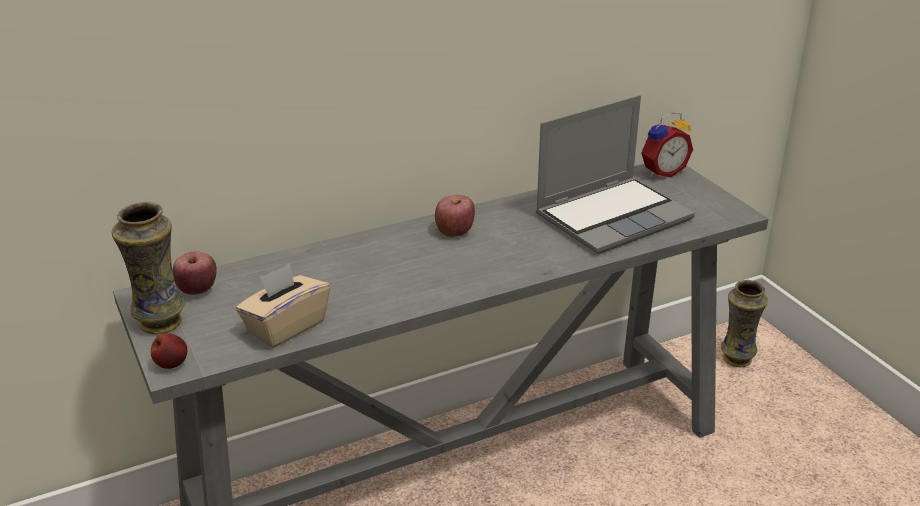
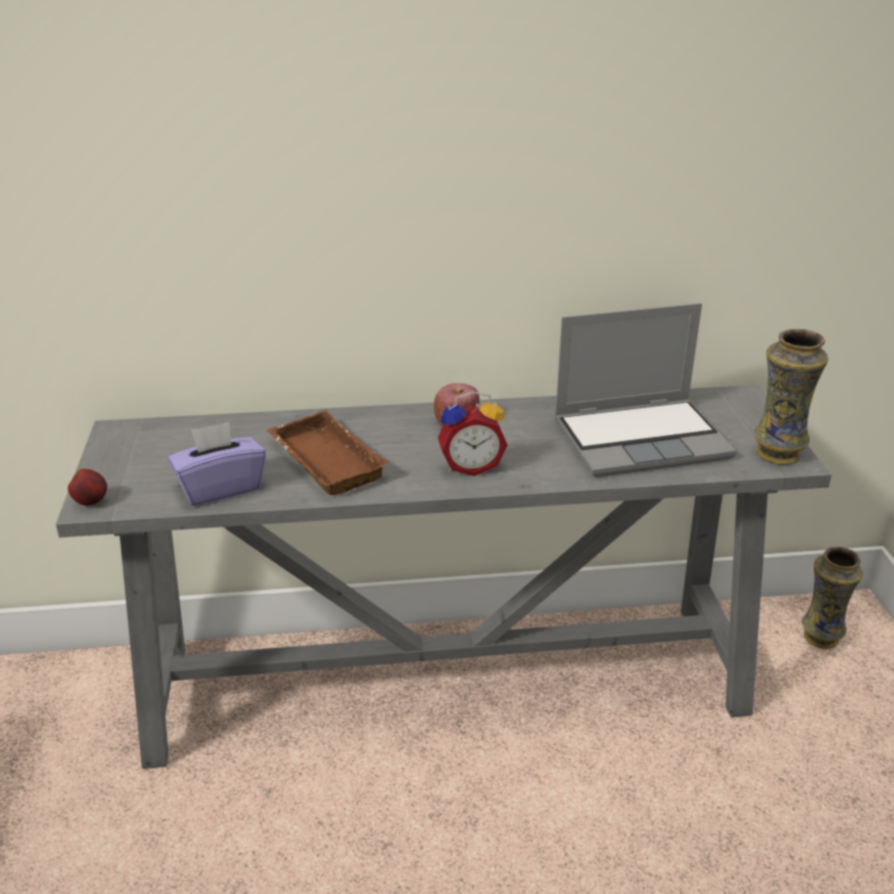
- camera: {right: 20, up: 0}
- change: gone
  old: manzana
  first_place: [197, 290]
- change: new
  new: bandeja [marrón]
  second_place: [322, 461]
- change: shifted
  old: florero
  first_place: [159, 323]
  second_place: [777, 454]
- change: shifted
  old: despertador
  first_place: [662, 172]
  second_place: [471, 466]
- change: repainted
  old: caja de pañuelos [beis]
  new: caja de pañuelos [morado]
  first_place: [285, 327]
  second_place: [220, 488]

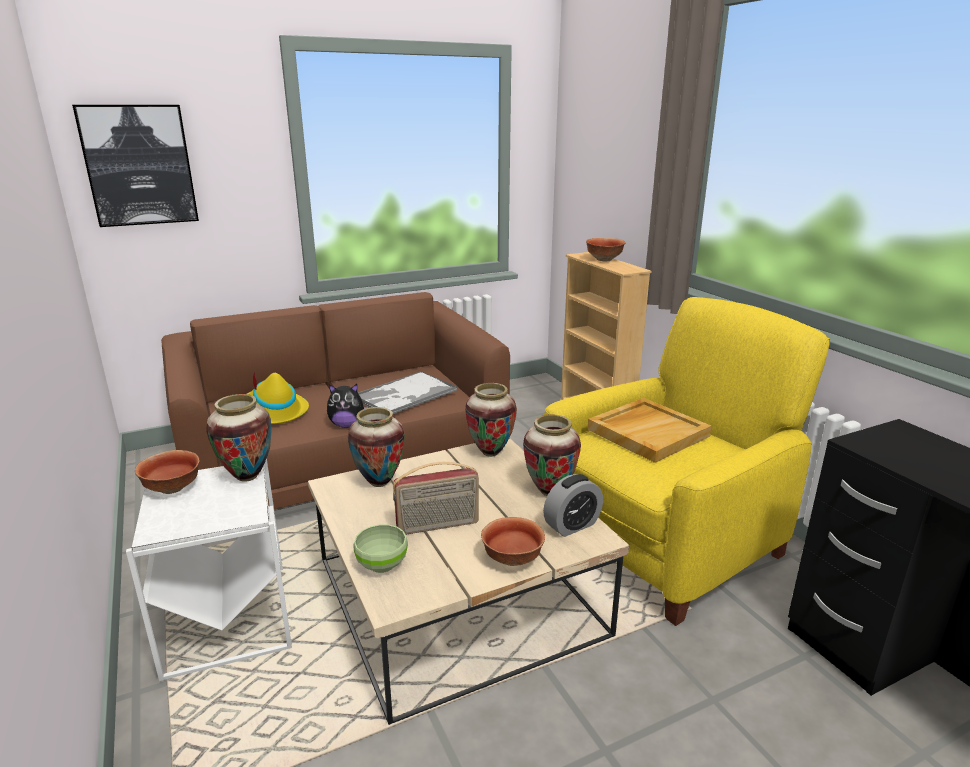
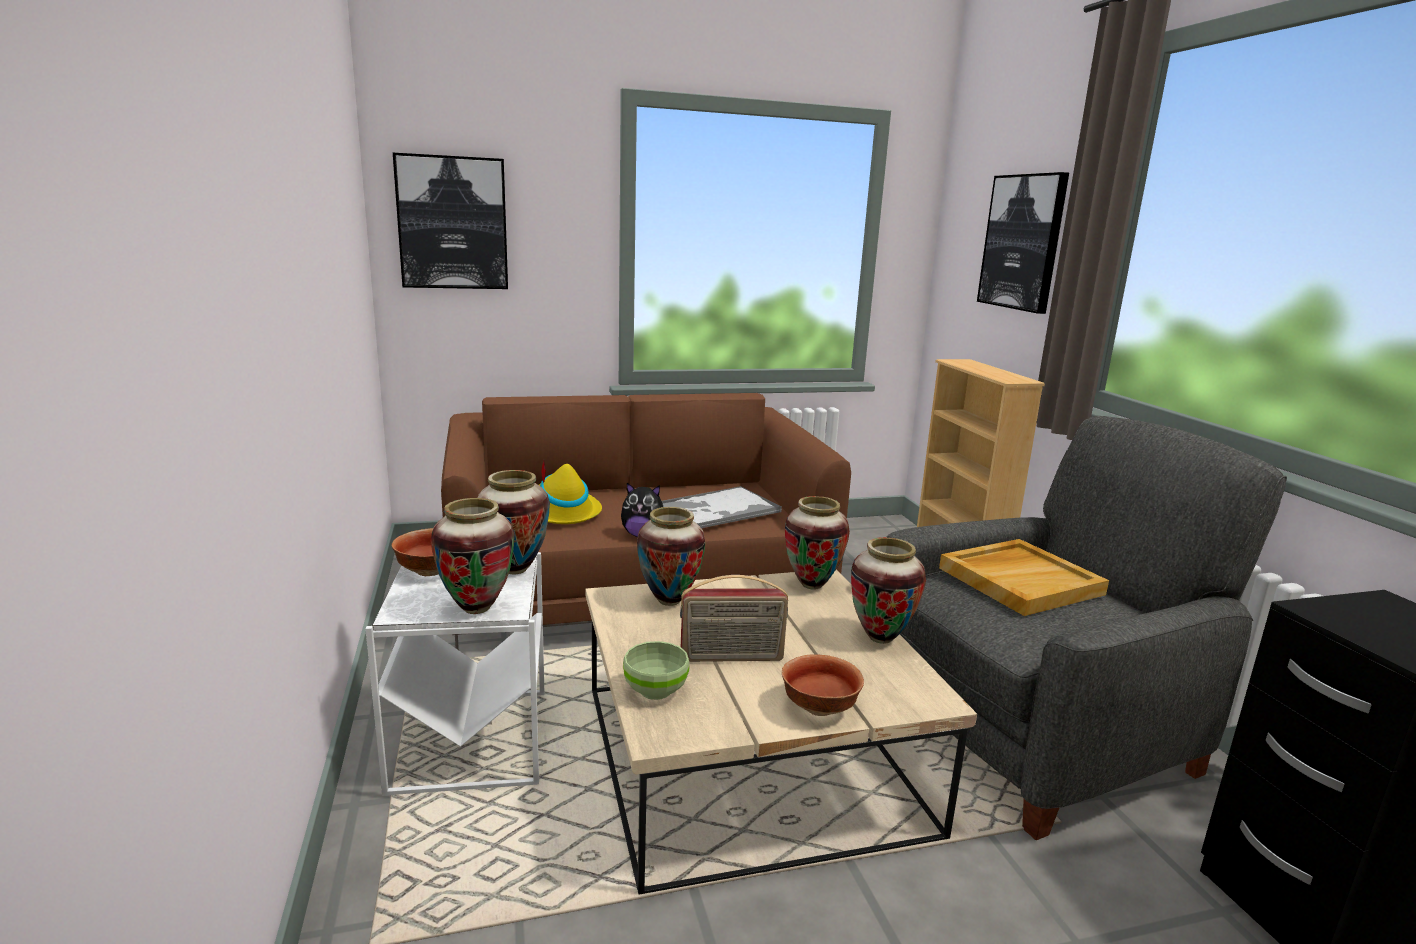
- camera: {right: 10, up: -5}
- change: gone
  old: despertador
  first_place: [572, 525]
- change: gone
  old: cuenco
  first_place: [605, 260]
- change: new
  new: florero
  second_place: [476, 608]
- change: new
  new: cuadro
  second_place: [1023, 242]
- change: repainted
  old: sillón [amarillo]
  new: sillón [gris]
  first_place: [664, 541]
  second_place: [1033, 732]

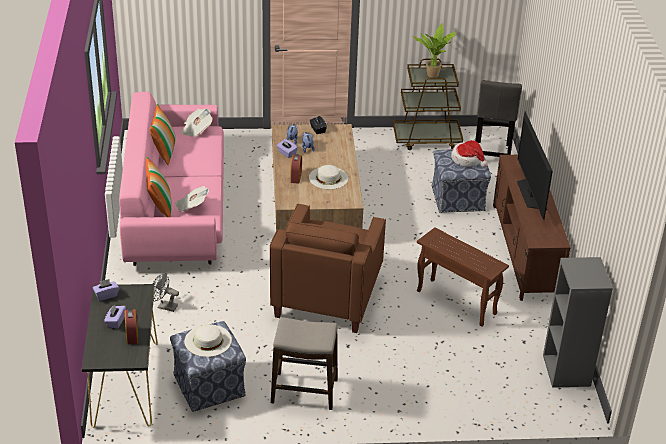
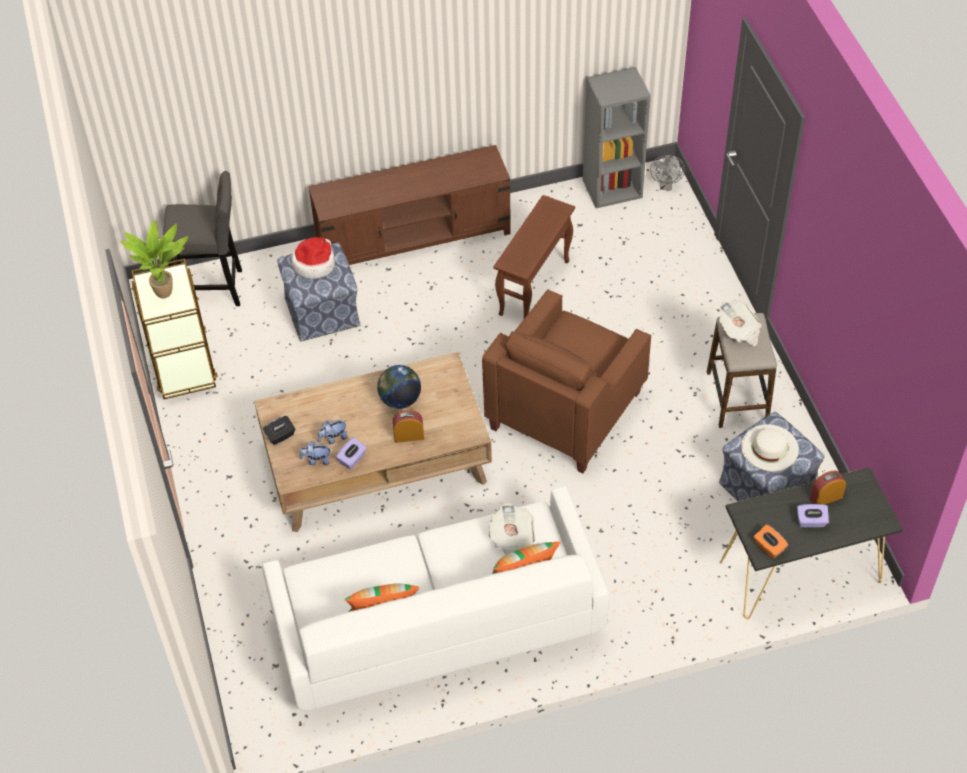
- camera: {right: -100, up: 15}
- change: gone
  old: televisor
  first_place: [531, 194]
- change: shifted
  old: ventilador [gris]
  first_place: [164, 306]
  second_place: [666, 186]
- change: shifted
  old: periódico
  first_place: [196, 130]
  second_place: [739, 331]
- change: swapped
  old: sombrero [blanco]
  new: globo terráqueo
  first_place: [328, 178]
  second_place: [400, 400]
- change: repainted
  old: caja de pañuelos [morado]
  new: caja de pañuelos [naranja]
  first_place: [106, 295]
  second_place: [769, 547]
- change: repainted
  old: sofá [rosa]
  new: sofá [blanco]
  first_place: [176, 209]
  second_place: [436, 623]
- change: rotated
  old: sillón [marrón]
  first_place: [326, 295]
  second_place: [565, 410]
  degrees: 120

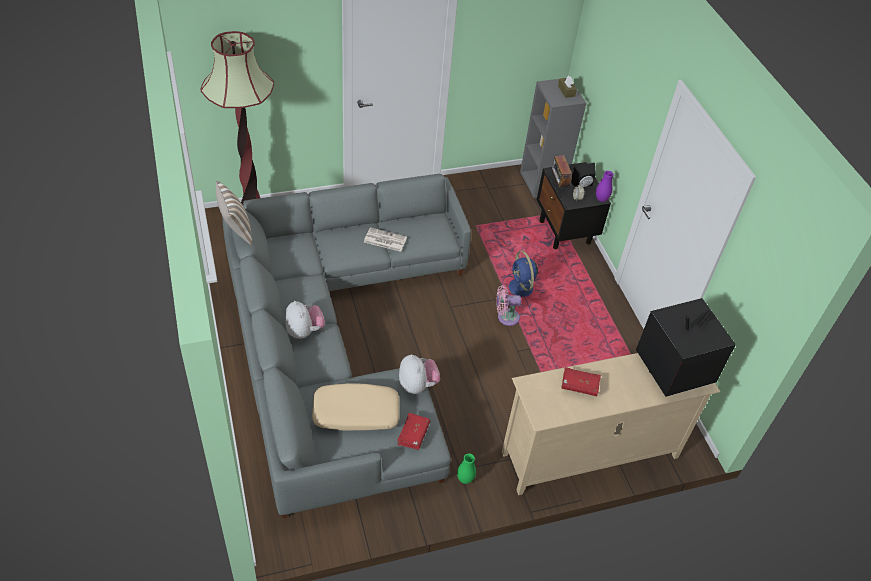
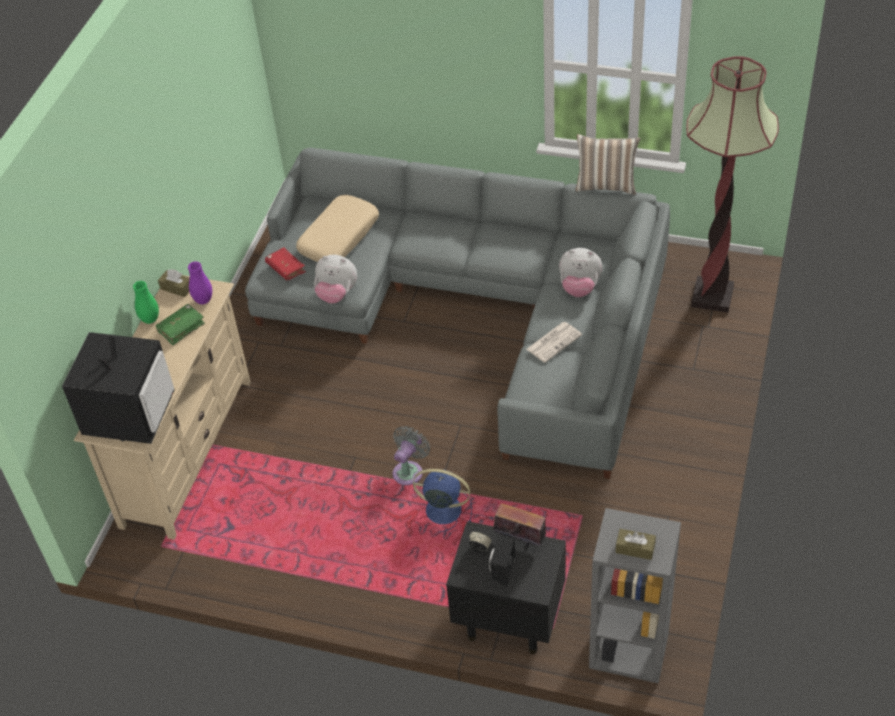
- camera: {right: 130, up: 0}
- change: new
  new: caja de pañuelos [marrón]
  second_place: [176, 288]
- change: shifted
  old: peluche
  first_place: [304, 331]
  second_place: [579, 288]
- change: shifted
  old: florero [verde]
  first_place: [465, 479]
  second_place: [150, 320]
- change: shifted
  old: florero [morado]
  first_place: [601, 199]
  second_place: [203, 300]
- change: repainted
  old: ventilador [rosa]
  new: ventilador [gris]
  first_place: [506, 317]
  second_place: [409, 471]
- change: repainted
  old: libro [rojo]
  new: libro [verde]
  first_place: [579, 385]
  second_place: [181, 328]

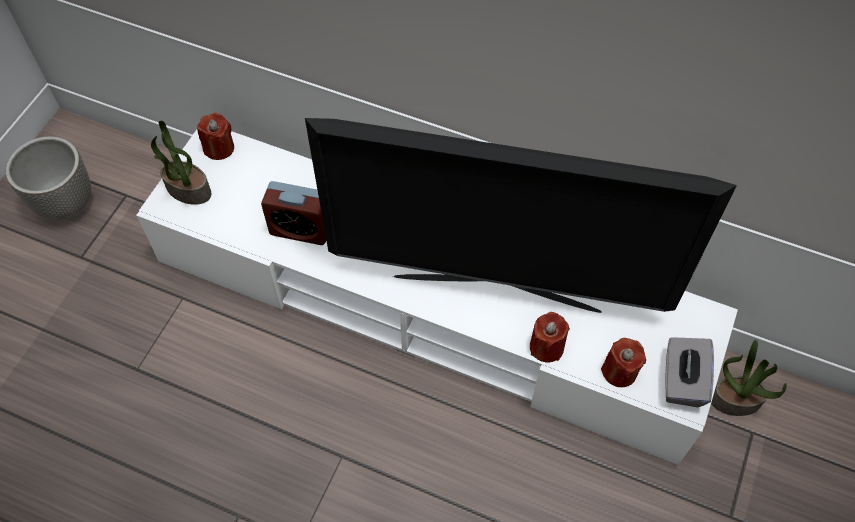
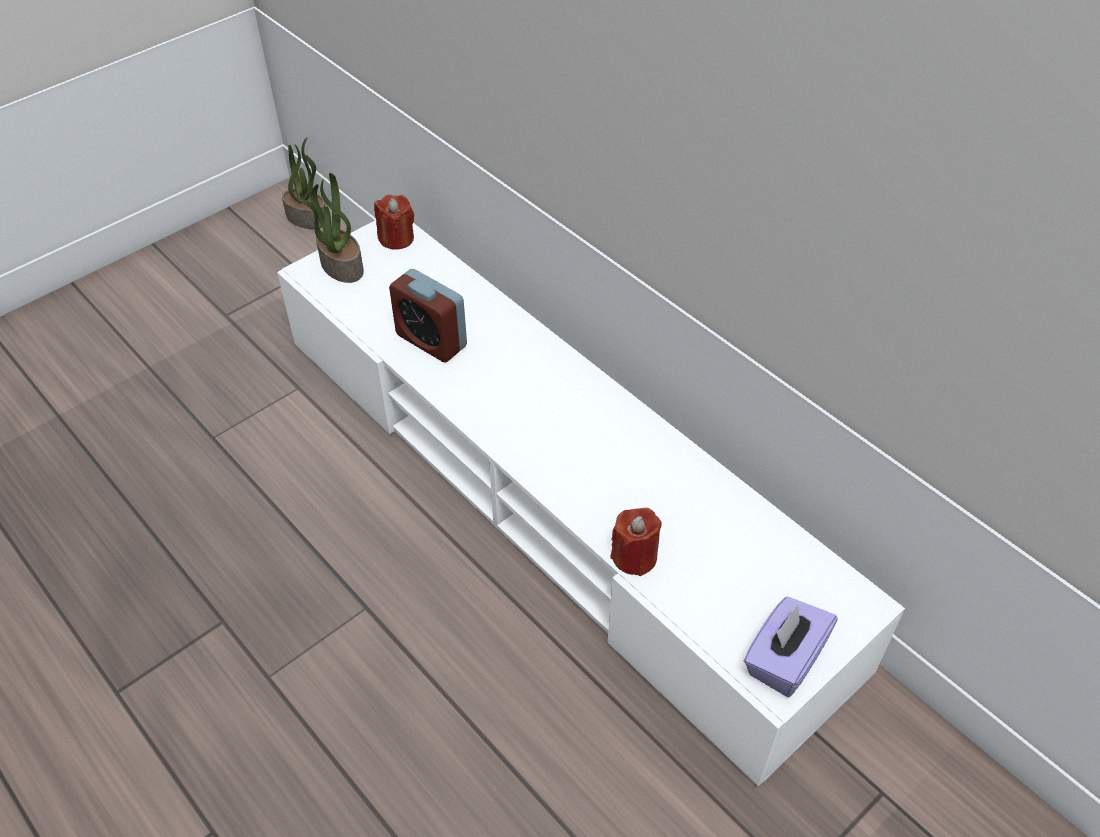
- camera: {right: 25, up: -10}
- change: gone
  old: maceta
  first_place: [66, 203]
- change: gone
  old: televisor
  first_place: [497, 291]
- change: gone
  old: vela [rojo]
  first_place: [619, 371]
- change: shifted
  old: planta en maceta
  first_place: [735, 400]
  second_place: [308, 218]
- change: repainted
  old: caja de pañuelos [gris]
  new: caja de pañuelos [morado]
  first_place: [682, 381]
  second_place: [783, 659]

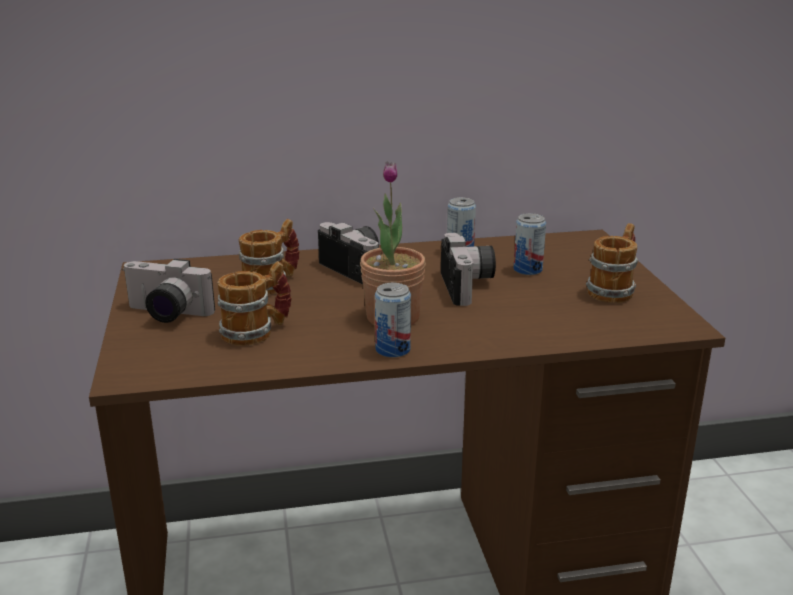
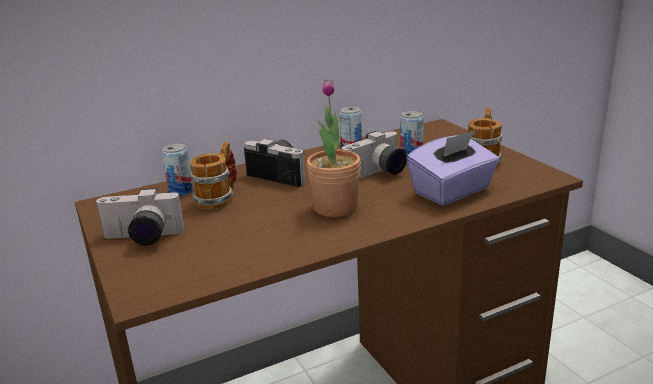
- camera: {right: -15, up: 0}
- change: gone
  old: taza grande
  first_place: [257, 332]
- change: new
  new: caja de pañuelos [morado]
  second_place: [452, 191]
- change: shifted
  old: lata
  first_place: [393, 350]
  second_place: [181, 191]
- change: rotated
  old: cámara
  first_place: [469, 286]
  second_place: [377, 174]
  degrees: 75

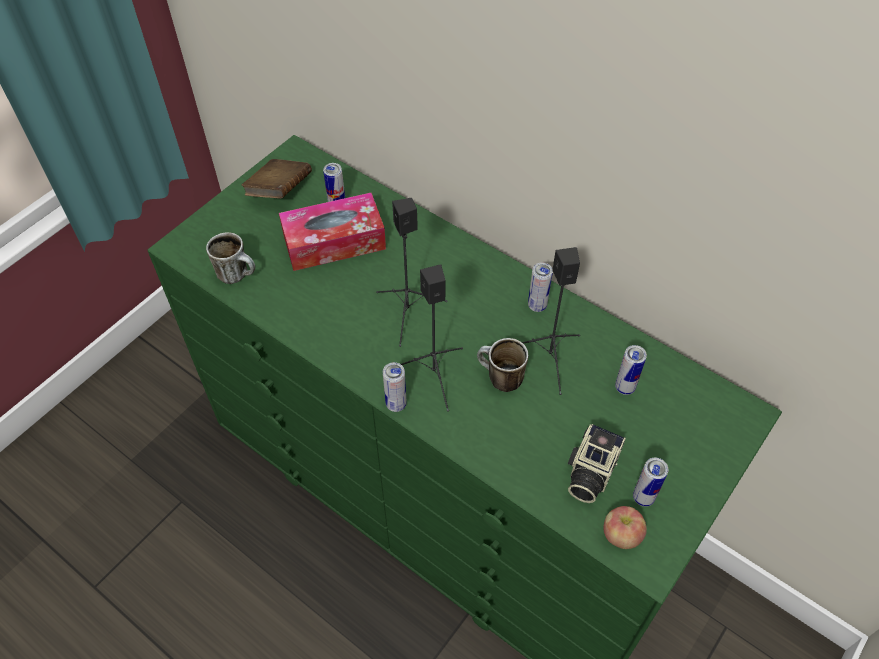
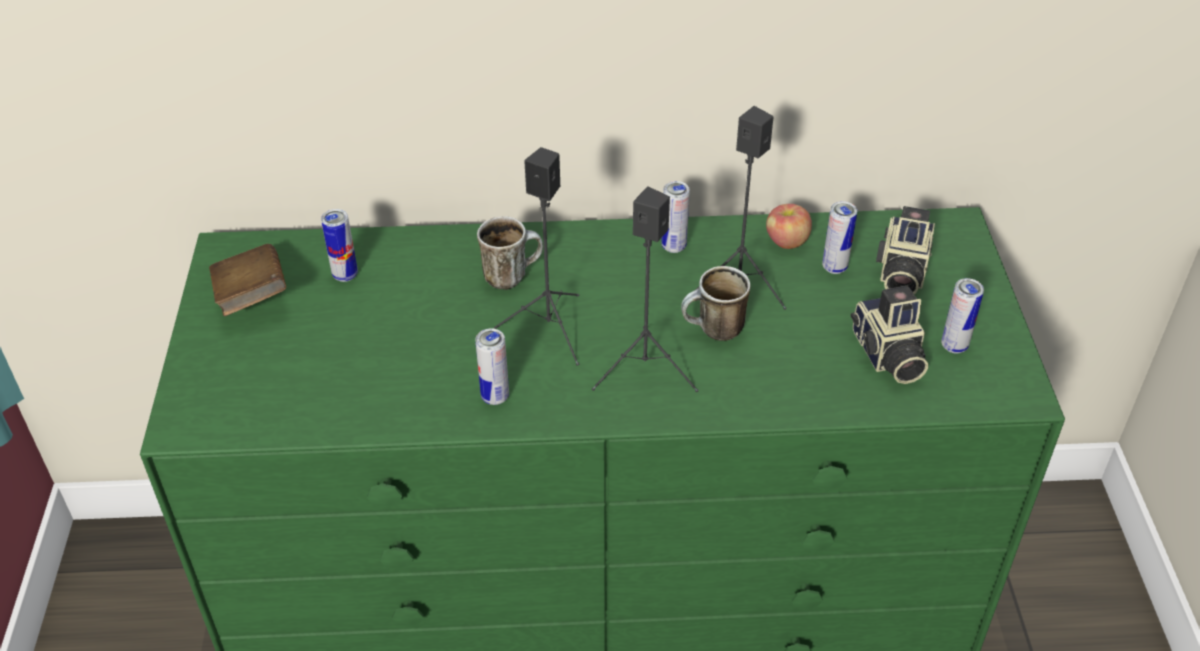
- camera: {right: -40, up: -10}
- change: gone
  old: caja de pañuelos
  first_place: [334, 242]
- change: new
  new: cámara
  second_place: [900, 273]
- change: shifted
  old: taza grande
  first_place: [238, 275]
  second_place: [511, 275]
- change: shifted
  old: lata
  first_place: [396, 404]
  second_place: [495, 397]
- change: shifted
  old: manzana
  first_place: [621, 535]
  second_place: [786, 242]

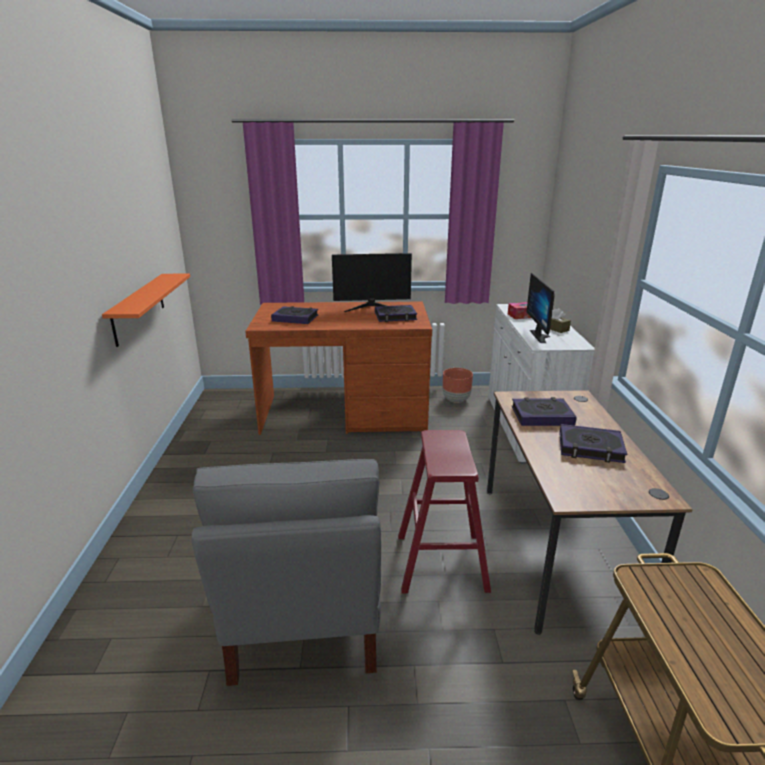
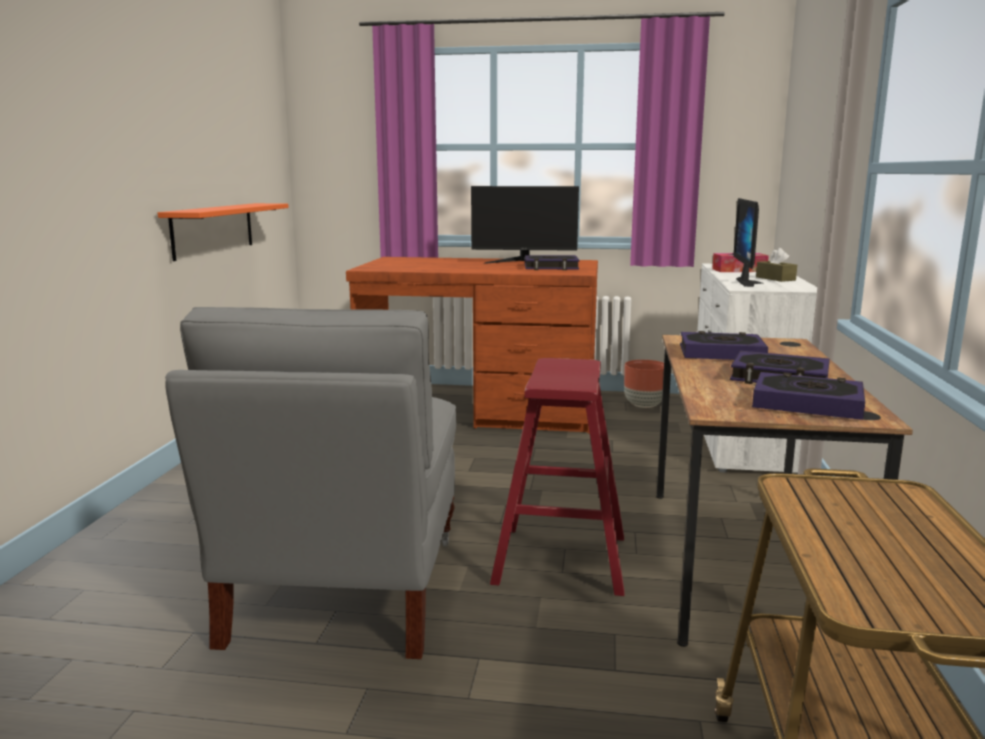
- camera: {right: 10, up: -10}
- change: shifted
  old: libro
  first_place: [295, 318]
  second_place: [807, 403]

